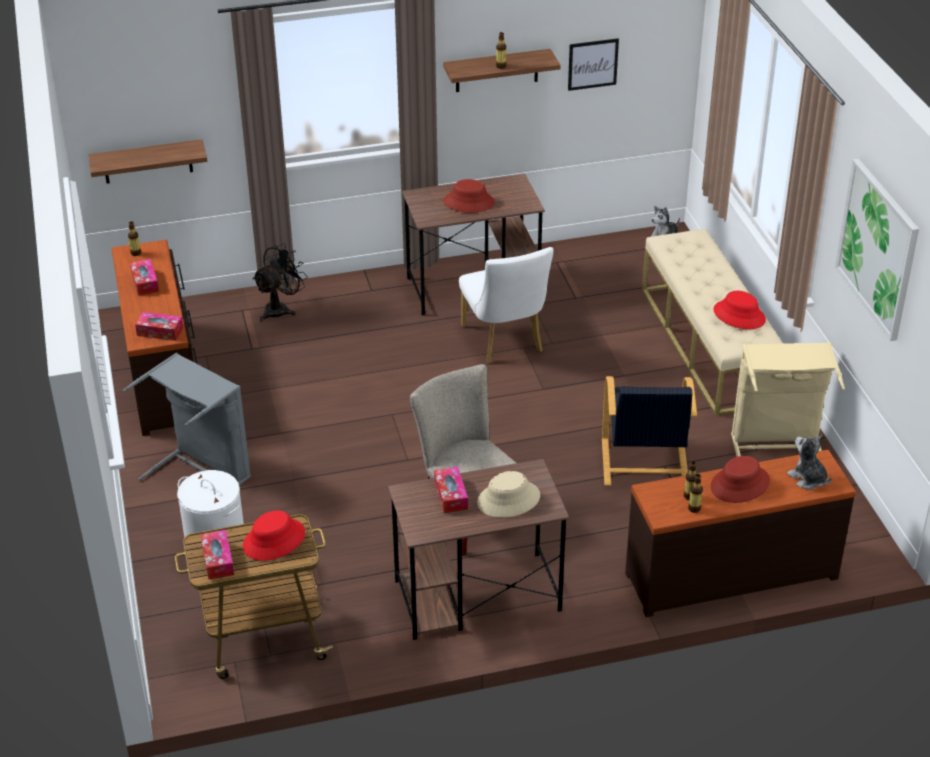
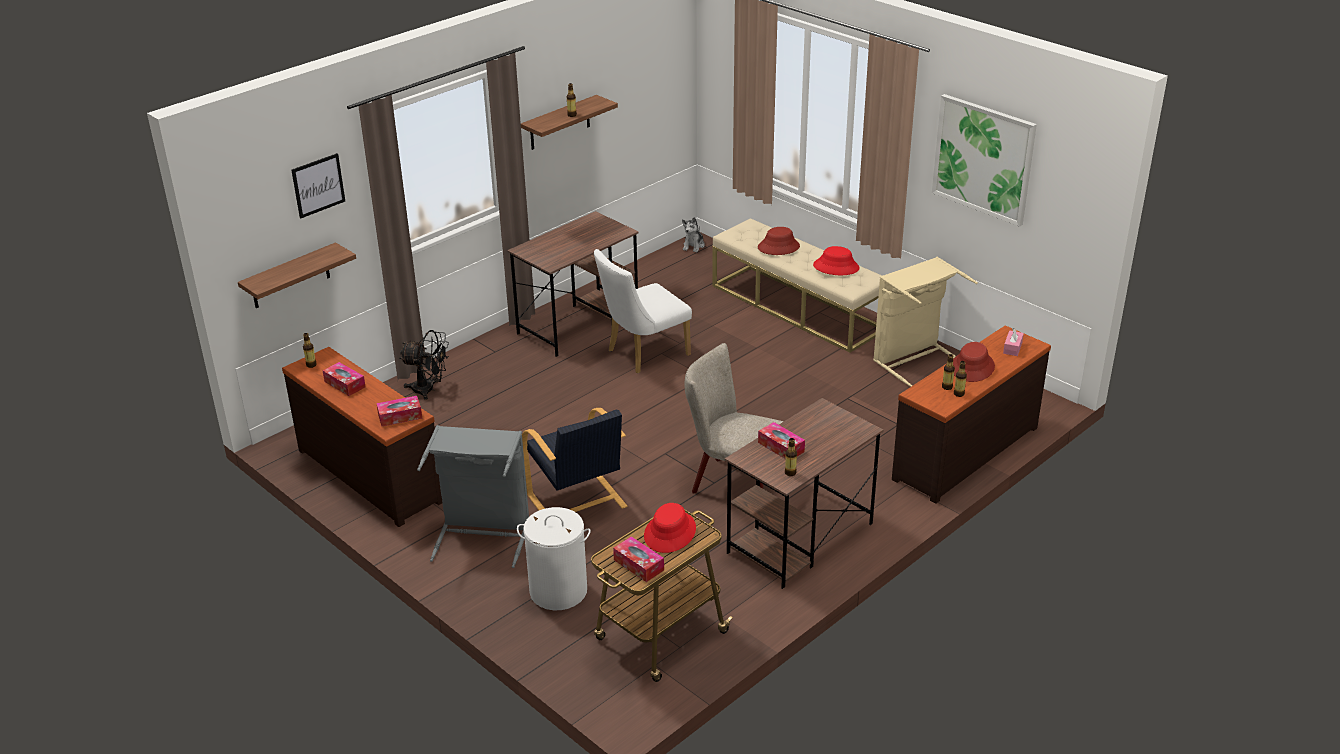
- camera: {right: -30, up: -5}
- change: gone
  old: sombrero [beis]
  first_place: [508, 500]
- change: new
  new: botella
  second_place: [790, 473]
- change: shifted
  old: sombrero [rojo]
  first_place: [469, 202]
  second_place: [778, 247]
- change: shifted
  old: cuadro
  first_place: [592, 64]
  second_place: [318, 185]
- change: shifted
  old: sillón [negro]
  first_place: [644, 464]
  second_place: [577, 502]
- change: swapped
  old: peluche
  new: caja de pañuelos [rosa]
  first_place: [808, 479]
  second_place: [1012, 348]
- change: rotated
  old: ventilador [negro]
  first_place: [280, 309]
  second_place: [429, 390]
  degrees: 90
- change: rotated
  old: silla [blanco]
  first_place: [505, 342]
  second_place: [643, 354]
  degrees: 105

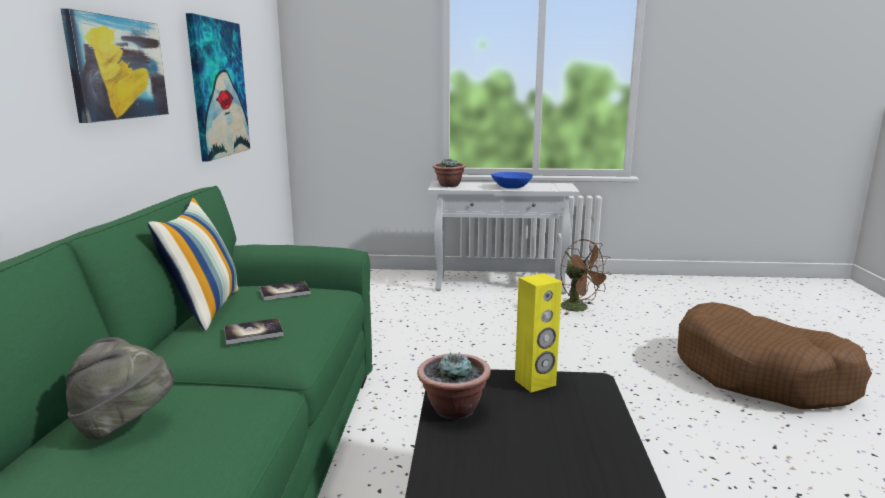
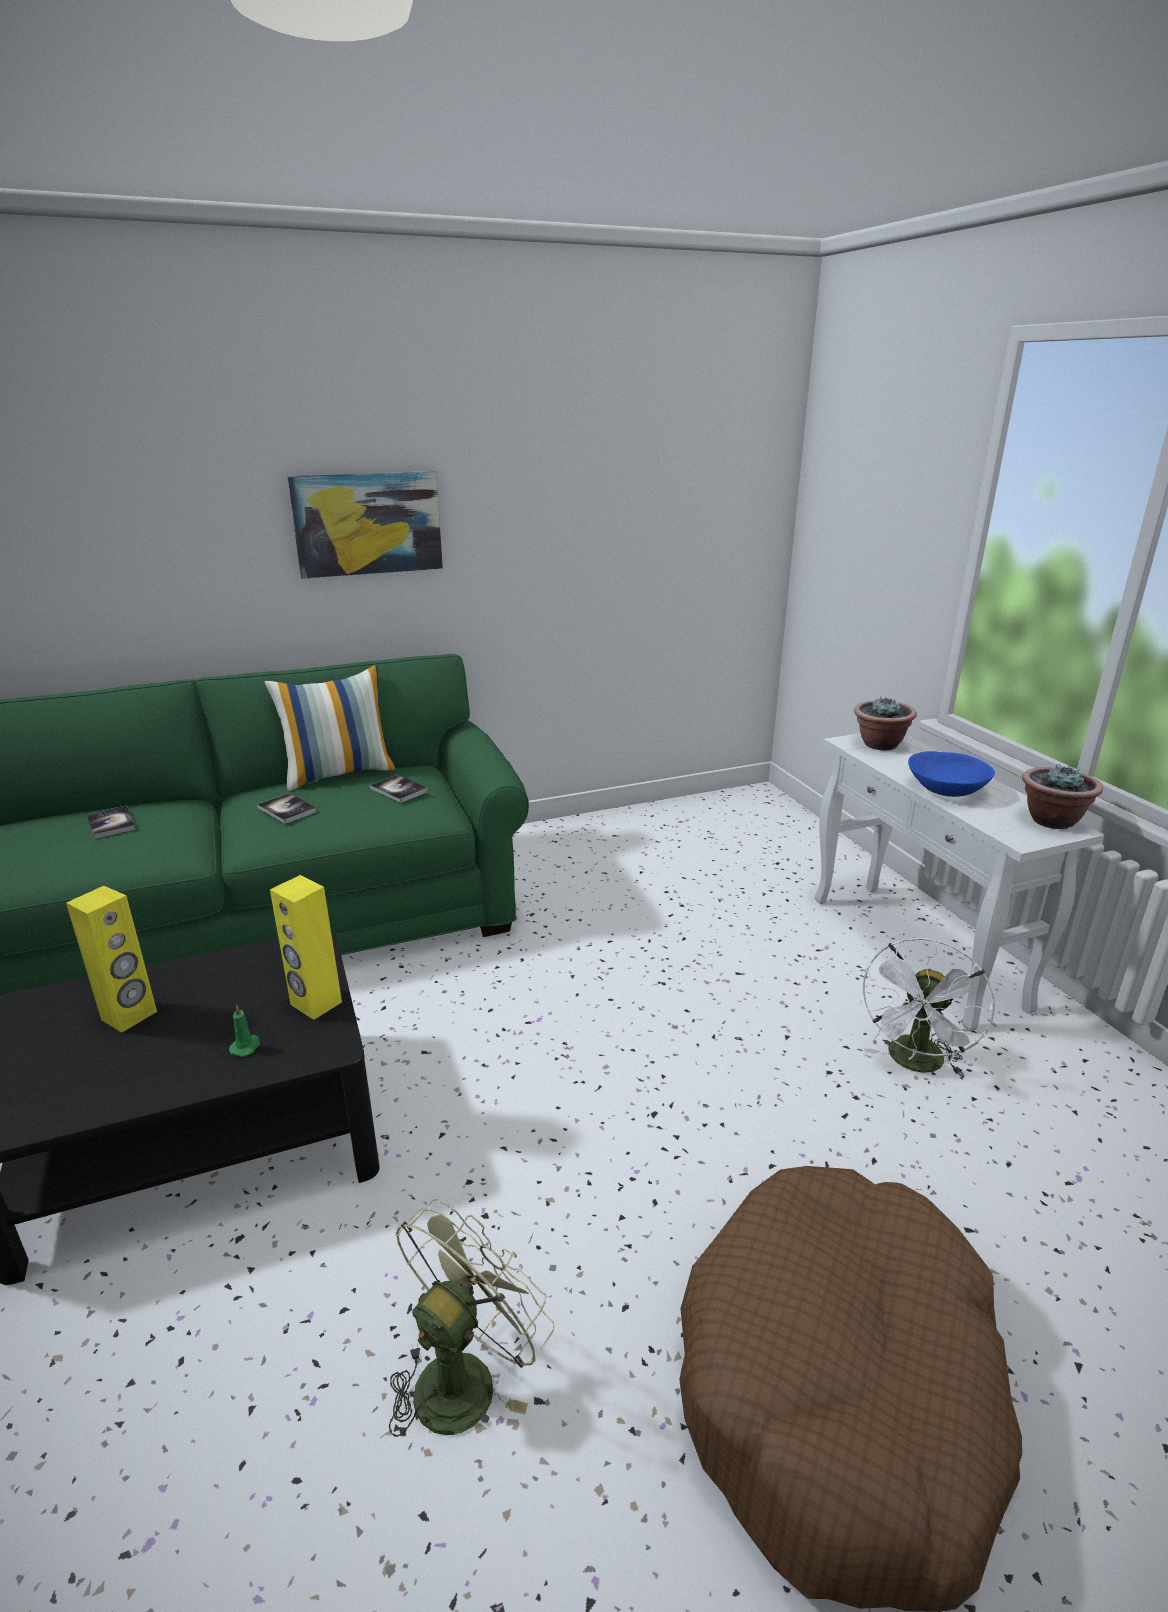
- camera: {right: 65, up: 10}
- change: gone
  old: cuadro
  first_place: [218, 88]
- change: new
  new: altavoz [amarillo]
  second_place: [129, 1016]
- change: new
  new: vela [verde]
  second_place: [246, 1046]
- change: new
  new: ventilador [verde]
  second_place: [464, 1375]
- change: shifted
  old: planta en maceta
  first_place: [453, 409]
  second_place: [1051, 820]
- change: swapped
  old: sombrero [gris]
  new: libro
  first_place: [126, 425]
  second_place: [111, 823]
- change: repainted
  old: ventilador [marrón]
  new: ventilador [blanco]
  first_place: [579, 309]
  second_place: [915, 1064]

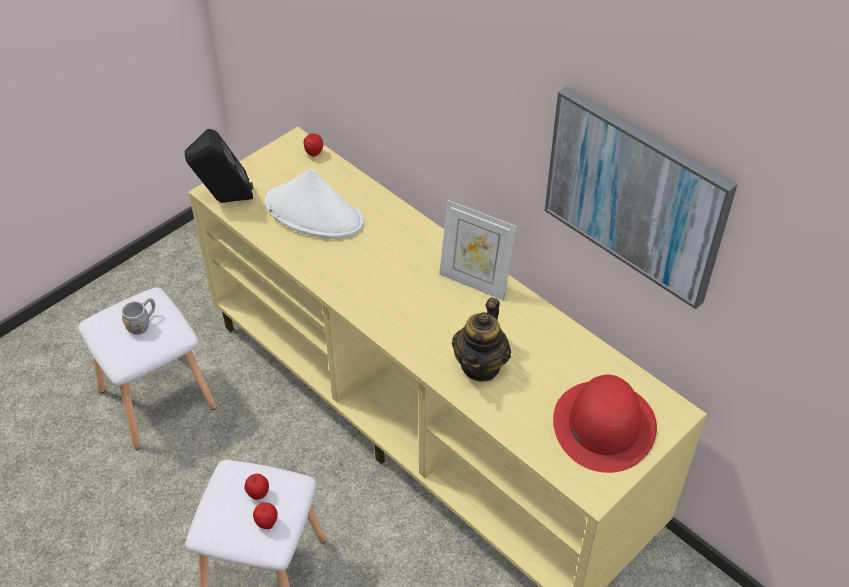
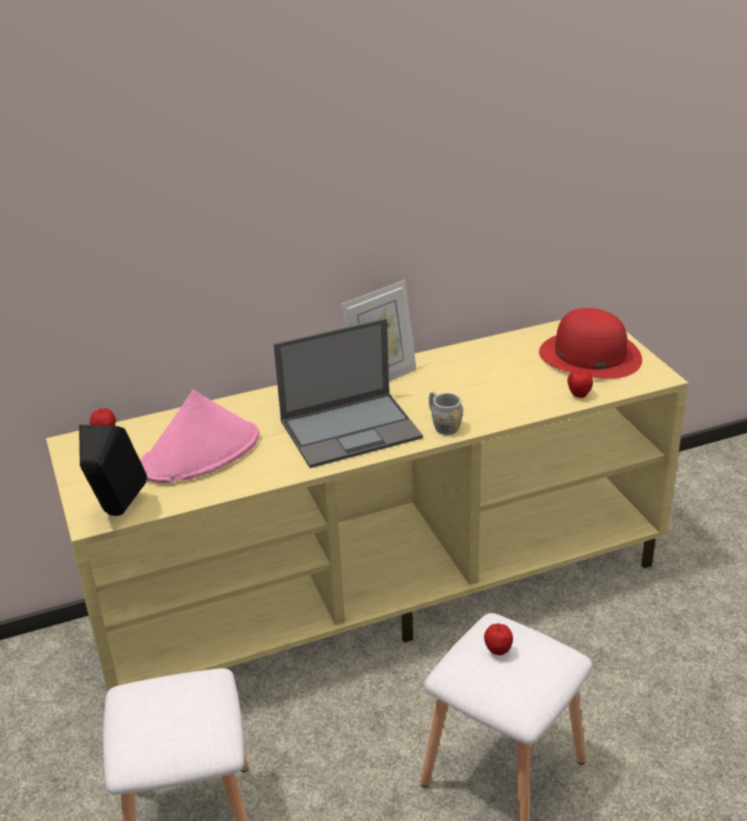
- camera: {right: -65, up: -15}
- change: gone
  old: tetera
  first_place: [481, 365]
- change: gone
  old: cuadro
  first_place: [636, 195]
- change: new
  new: portátil
  second_place: [352, 429]
- change: shifted
  old: taza grande [gris]
  first_place: [142, 323]
  second_place: [443, 424]
- change: shifted
  old: manzana
  first_place: [267, 523]
  second_place: [579, 395]
- change: repainted
  old: sombrero [blanco]
  new: sombrero [rosa]
  first_place: [314, 213]
  second_place: [201, 453]

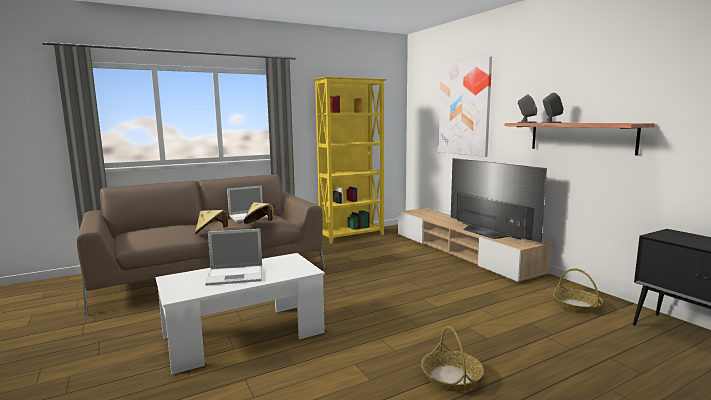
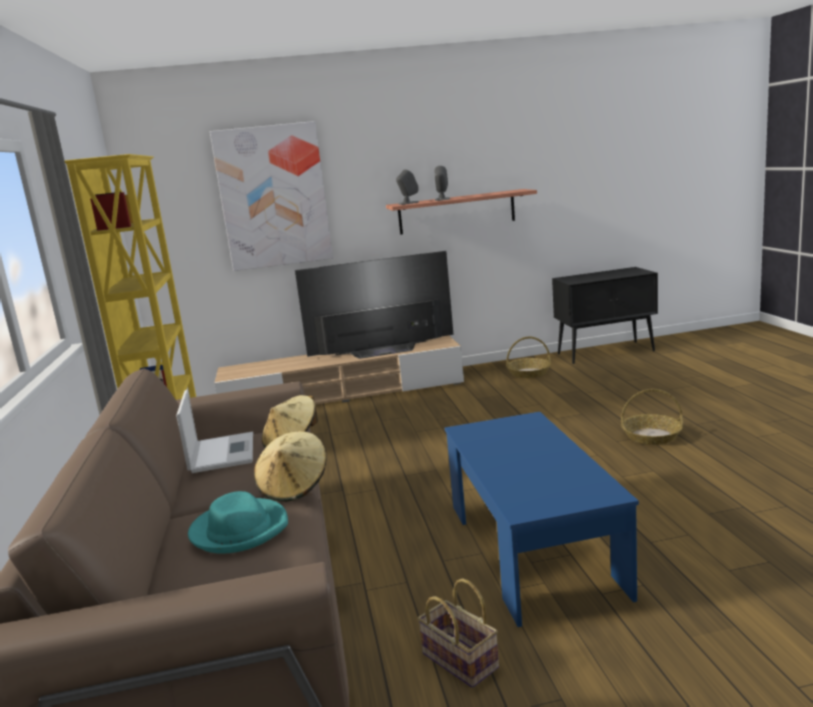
- camera: {right: -70, up: 5}
- change: gone
  old: portátil
  first_place: [236, 275]
- change: new
  new: sombrero [turquesa]
  second_place: [239, 529]
- change: new
  new: cesta
  second_place: [457, 660]
- change: repainted
  old: mesa de centro [blanco]
  new: mesa de centro [azul]
  first_place: [244, 335]
  second_place: [532, 548]

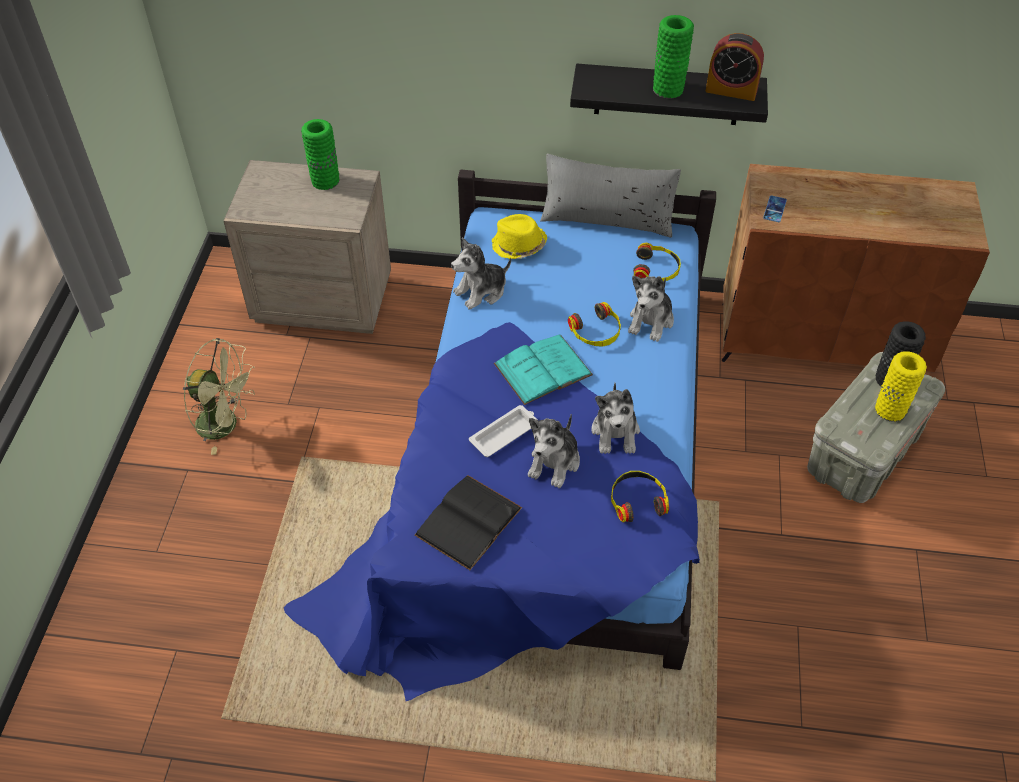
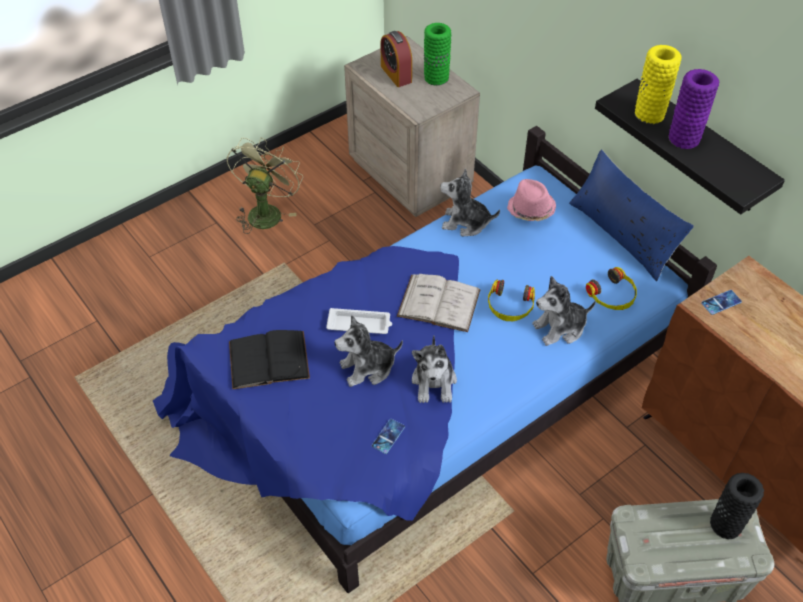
- camera: {right: 45, up: 0}
- change: shifted
  old: despertador
  first_place: [731, 90]
  second_place: [396, 74]
- change: shifted
  old: florero [amarillo]
  first_place: [890, 409]
  second_place: [649, 113]
- change: swapped
  old: auriculares
  new: móvil
  first_place: [637, 500]
  second_place: [388, 436]
- change: repainted
  old: sombrero [amarillo]
  new: sombrero [rosa]
  first_place: [518, 246]
  second_place: [530, 209]
- change: repainted
  old: libro [turquesa]
  new: libro [blanco]
  first_place: [543, 369]
  second_place: [439, 303]
- change: repainted
  old: cojín [gris]
  new: cojín [azul]
  first_place: [607, 218]
  second_place: [623, 234]
- change: repainted
  old: florero [verde]
  new: florero [morado]
  first_place: [668, 89]
  second_place: [684, 138]
- change: rotated
  old: ventilador [verde]
  first_place: [226, 425]
  second_place: [266, 211]
  degrees: -135
- change: rotated
  old: peluche
  first_place: [615, 432]
  second_place: [434, 382]
  degrees: -45

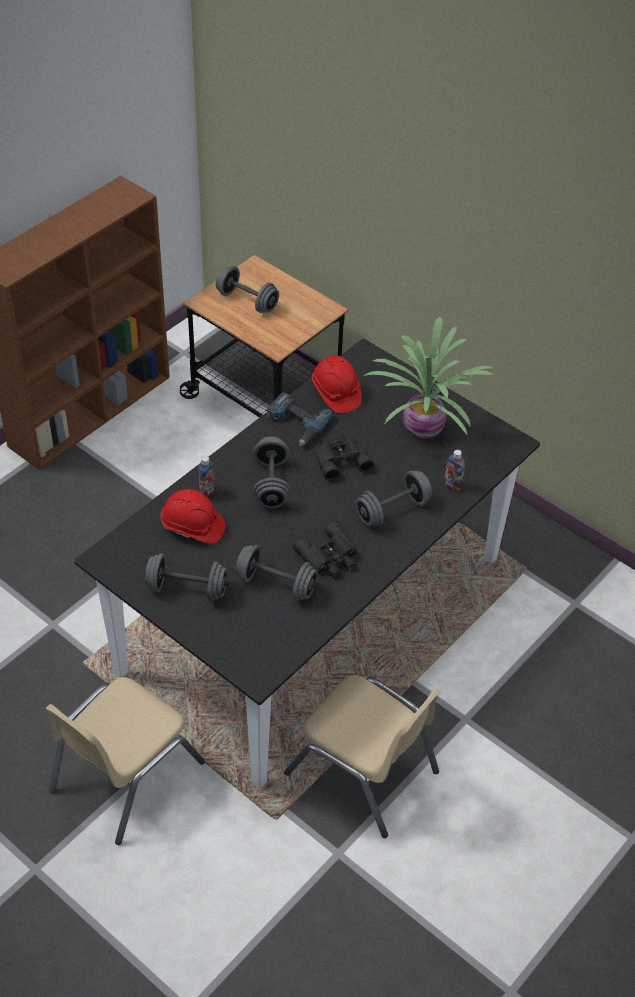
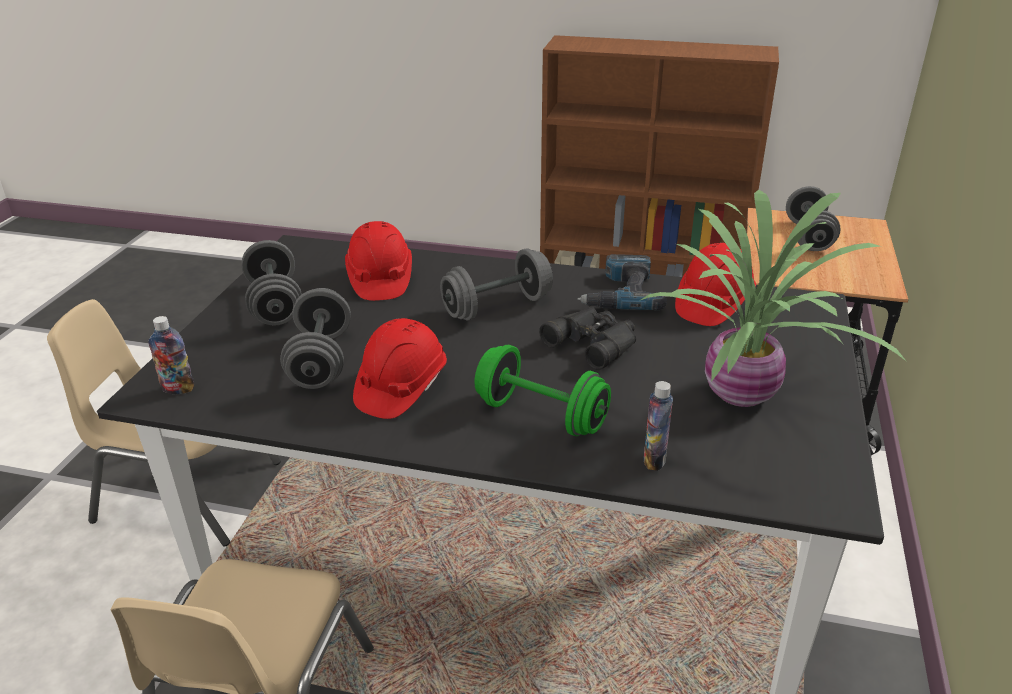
- camera: {right: 65, up: -15}
- change: shifted
  old: botella
  first_place: [206, 492]
  second_place: [178, 389]
- change: swapped
  old: prismáticos [negro]
  new: casco [rojo]
  first_place: [329, 557]
  second_place: [401, 387]
- change: repainted
  old: mancuerna [gris]
  new: mancuerna [verde]
  first_place: [392, 510]
  second_place: [541, 415]

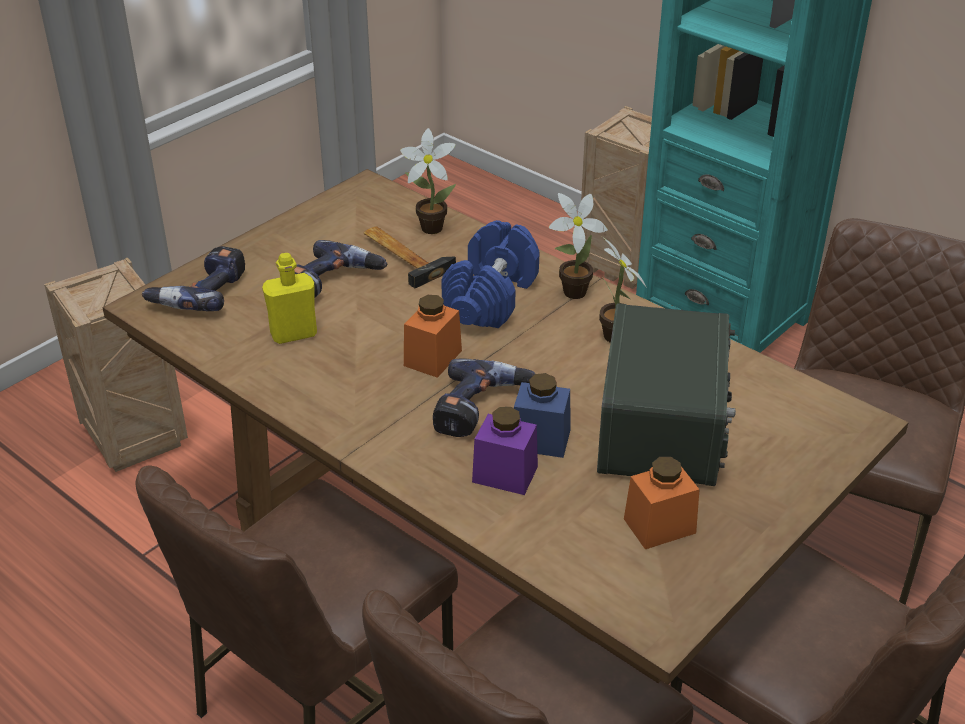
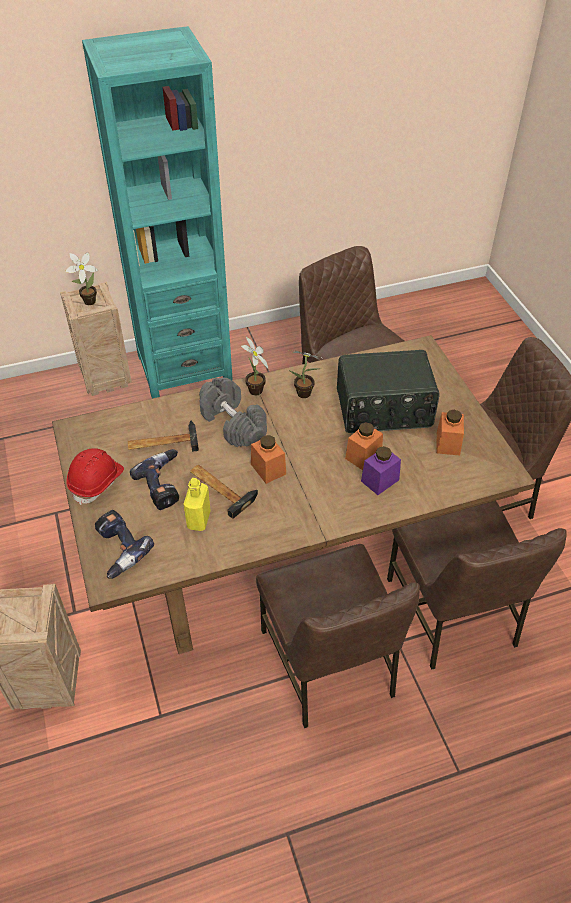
- camera: {right: -60, up: 10}
- change: gone
  old: taladro
  first_place: [482, 409]
- change: new
  new: casco [rojo]
  second_place: [97, 482]
- change: new
  new: martillo
  second_place: [220, 488]
- change: shifted
  old: planta en maceta
  first_place: [428, 227]
  second_place: [87, 302]
- change: repainted
  old: mancuerna [azul]
  new: mancuerna [gris]
  first_place: [490, 297]
  second_place: [232, 424]
- change: repainted
  old: tarro [azul]
  new: tarro [naranja]
  first_place: [540, 440]
  second_place: [363, 456]
- change: rotated
  old: radio
  first_place: [663, 428]
  second_place: [384, 410]
  degrees: 135

